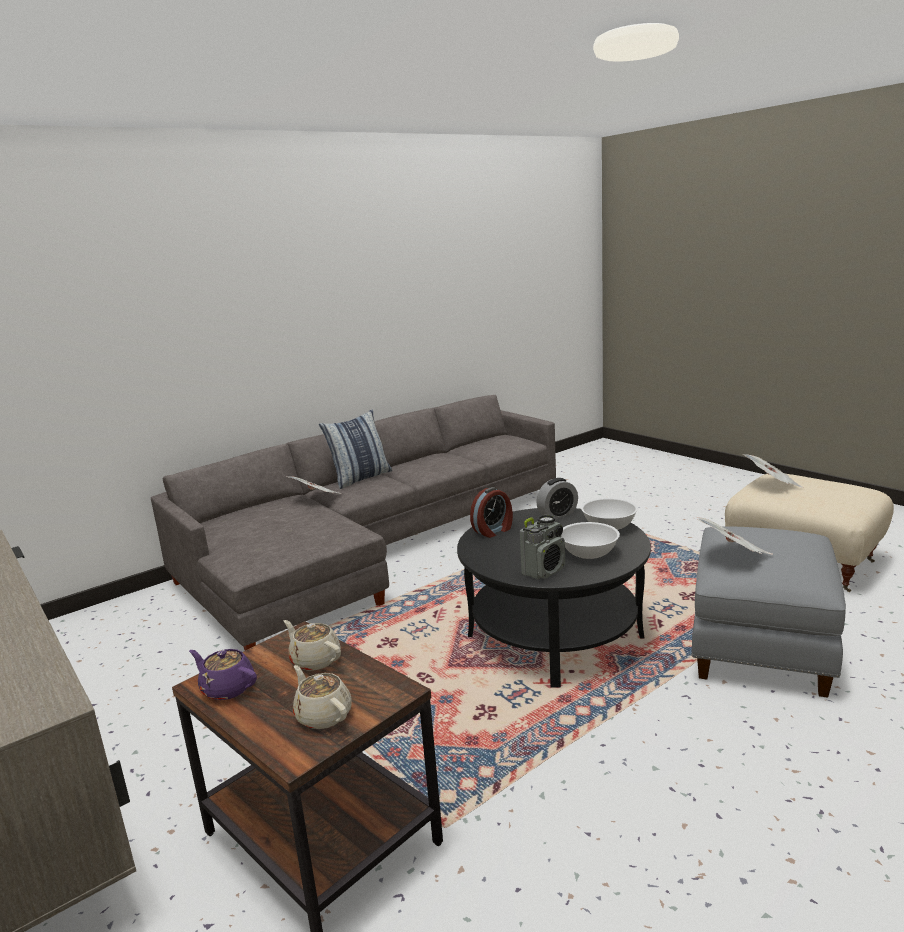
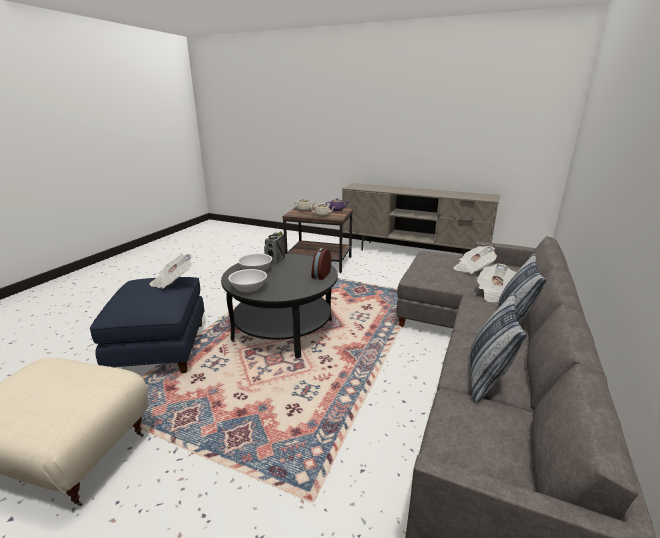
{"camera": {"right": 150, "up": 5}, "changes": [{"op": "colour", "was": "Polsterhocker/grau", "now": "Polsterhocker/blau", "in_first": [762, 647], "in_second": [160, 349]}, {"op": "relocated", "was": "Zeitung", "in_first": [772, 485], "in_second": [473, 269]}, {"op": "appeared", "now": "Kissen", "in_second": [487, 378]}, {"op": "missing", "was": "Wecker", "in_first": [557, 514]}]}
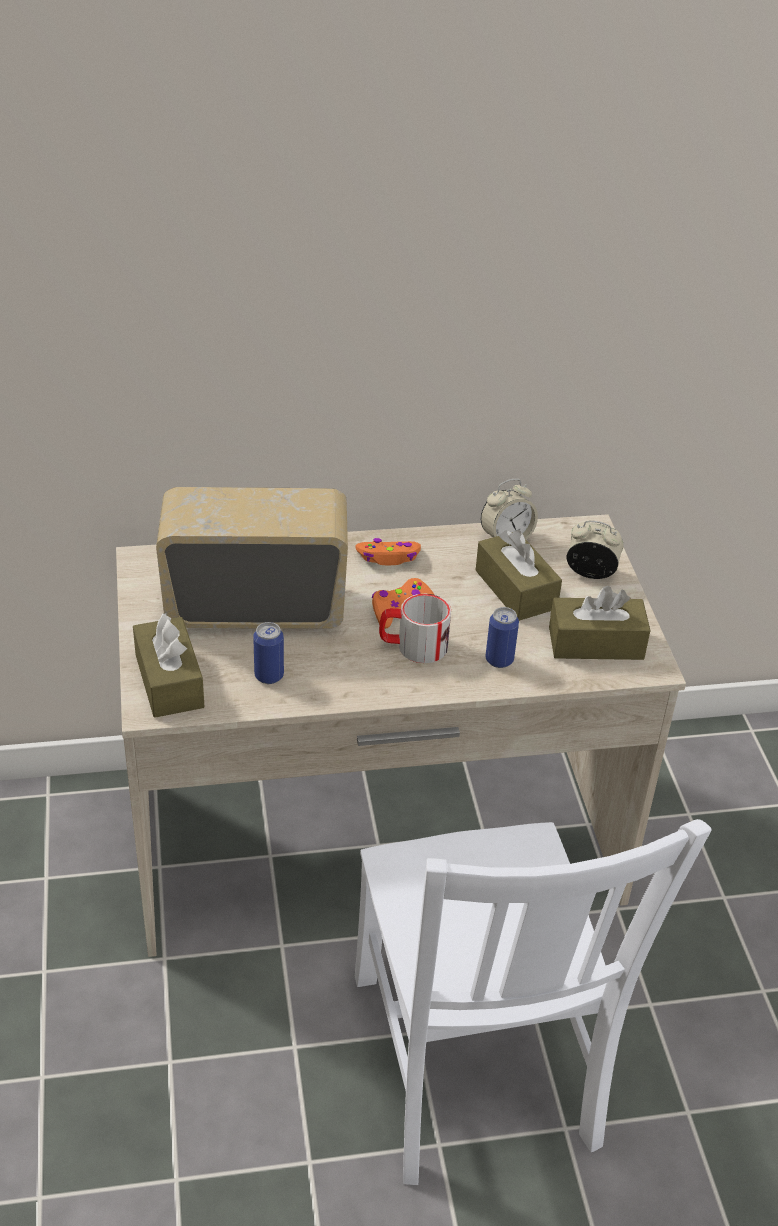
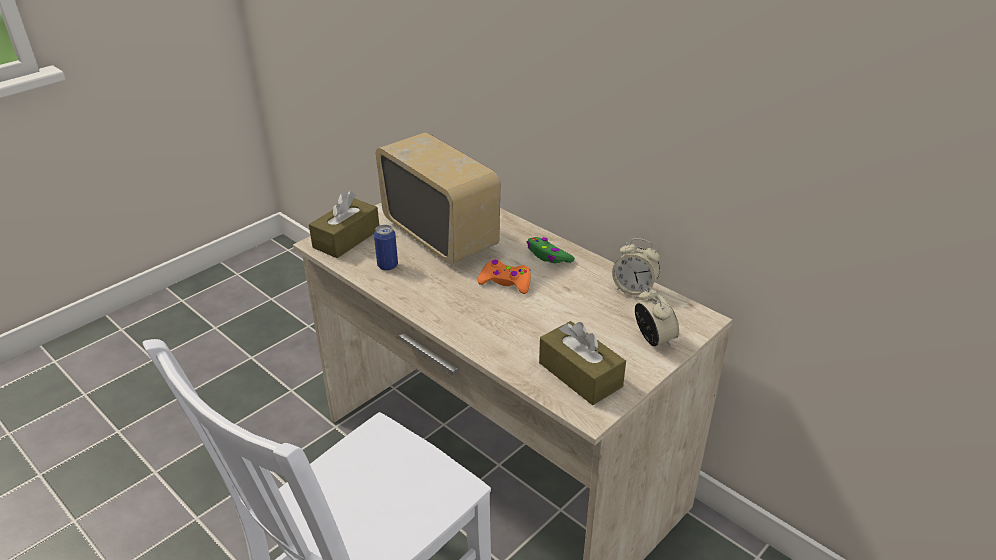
{"camera": {"right": 55, "up": -5}, "changes": [{"op": "colour", "was": "Gamepad/orange", "now": "Gamepad/grün", "in_first": [388, 557], "in_second": [548, 256]}, {"op": "missing", "was": "Henkelbecher", "in_first": [413, 646]}, {"op": "missing", "was": "Taschentuchbox/braun", "in_first": [515, 589]}, {"op": "missing", "was": "Dose", "in_first": [499, 660]}]}
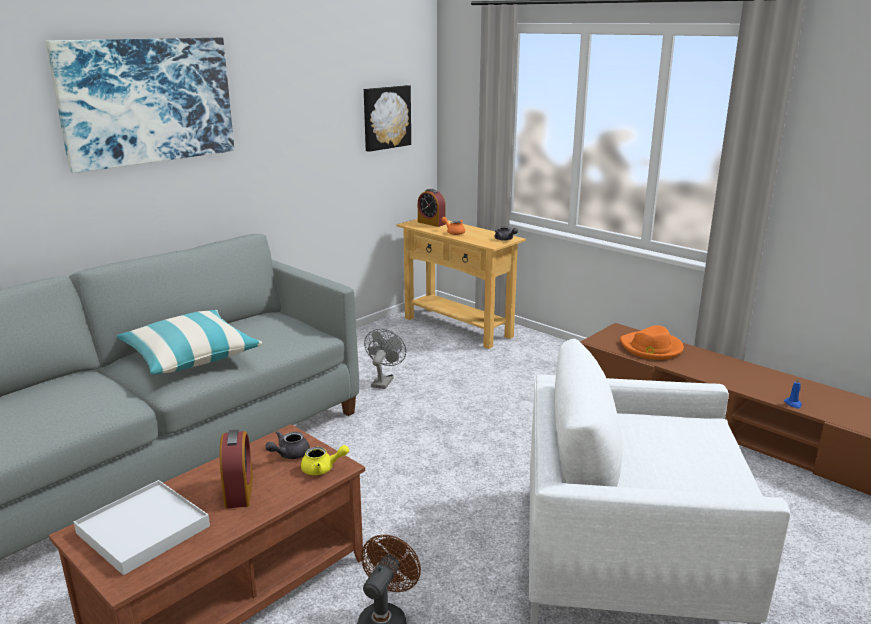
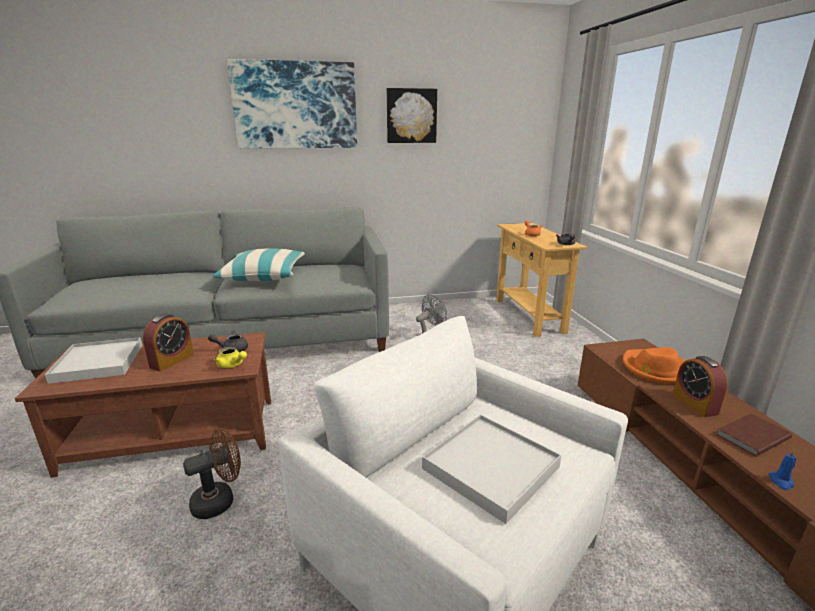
{"camera": {"right": 35, "up": 0}, "changes": [{"op": "relocated", "was": "Bild", "in_first": [386, 117], "in_second": [411, 116]}, {"op": "appeared", "now": "Tablett/weiß", "in_second": [491, 468]}, {"op": "relocated", "was": "Wecker", "in_first": [431, 223], "in_second": [694, 404]}, {"op": "appeared", "now": "Buch/braun", "in_second": [750, 436]}]}
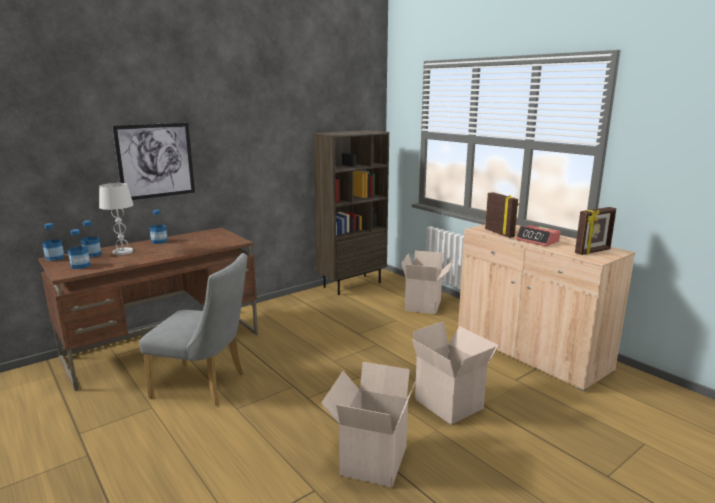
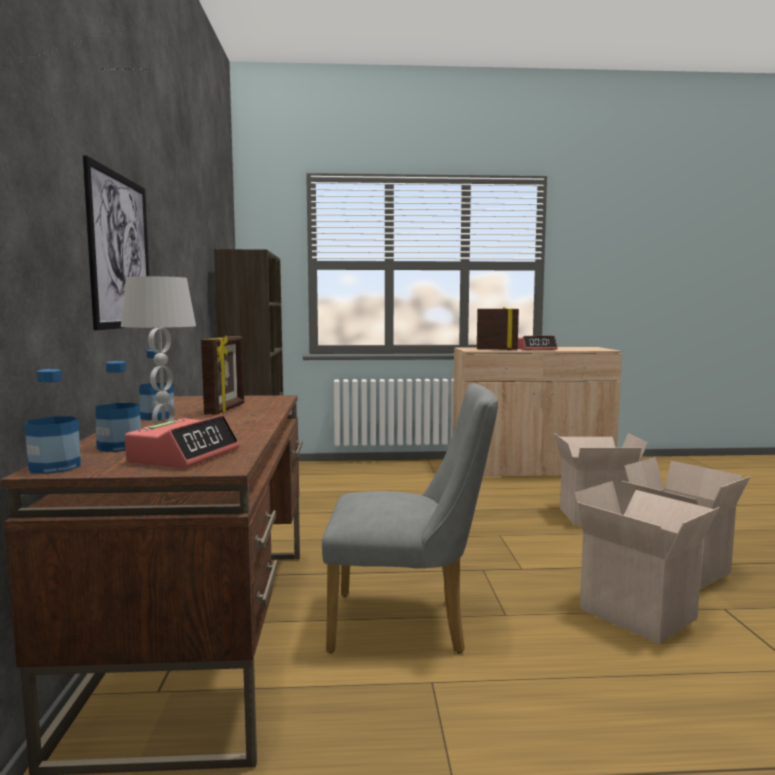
{"camera": {"right": -55, "up": -10}, "changes": [{"op": "exchanged", "was": "Flasche", "now": "Wecker", "in_first": [80, 266], "in_second": [185, 456]}, {"op": "relocated", "was": "Bilderrahmen", "in_first": [593, 252], "in_second": [226, 409]}, {"op": "spun", "was": "Stuhl/grau", "in_first": [205, 385], "in_second": [410, 623], "clockwise": 45}, {"op": "relocated", "was": "Karton", "in_first": [424, 306], "in_second": [640, 613]}]}
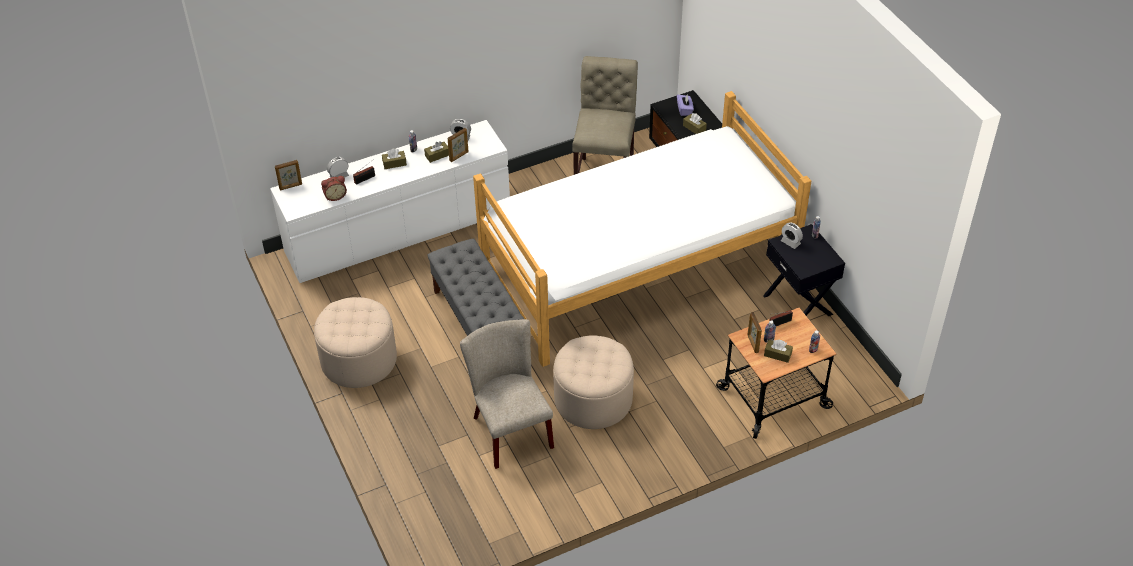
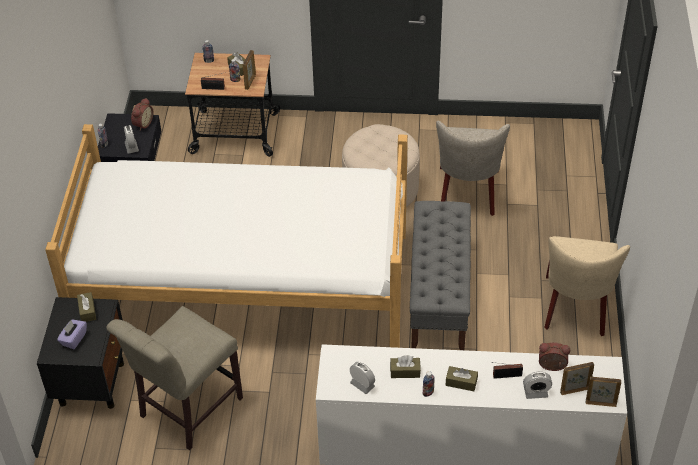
{"camera": {"right": -150, "up": 0}, "changes": [{"op": "appeared", "now": "Wecker", "in_second": [142, 124]}, {"op": "exchanged", "was": "Polsterhocker/beige", "now": "Stuhl/beige", "in_first": [359, 360], "in_second": [576, 309]}, {"op": "relocated", "was": "Bilderrahmen", "in_first": [459, 156], "in_second": [574, 390]}]}
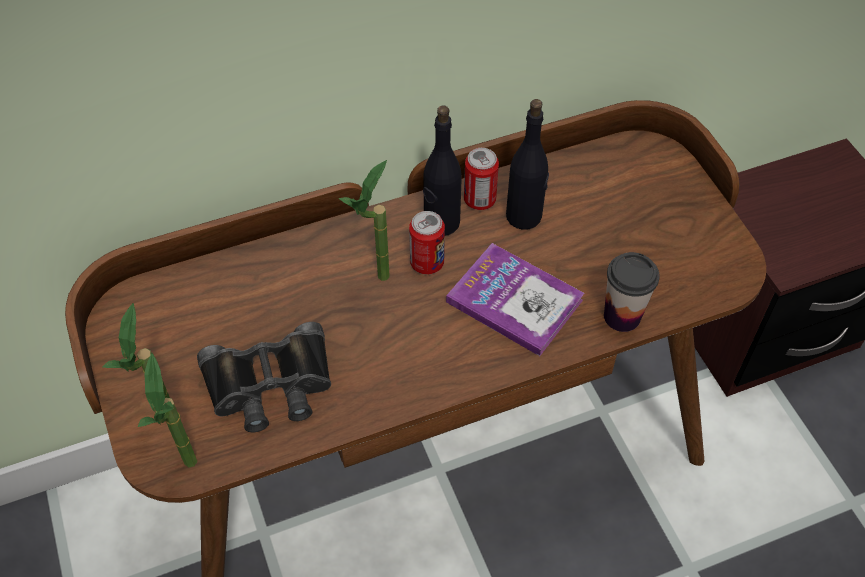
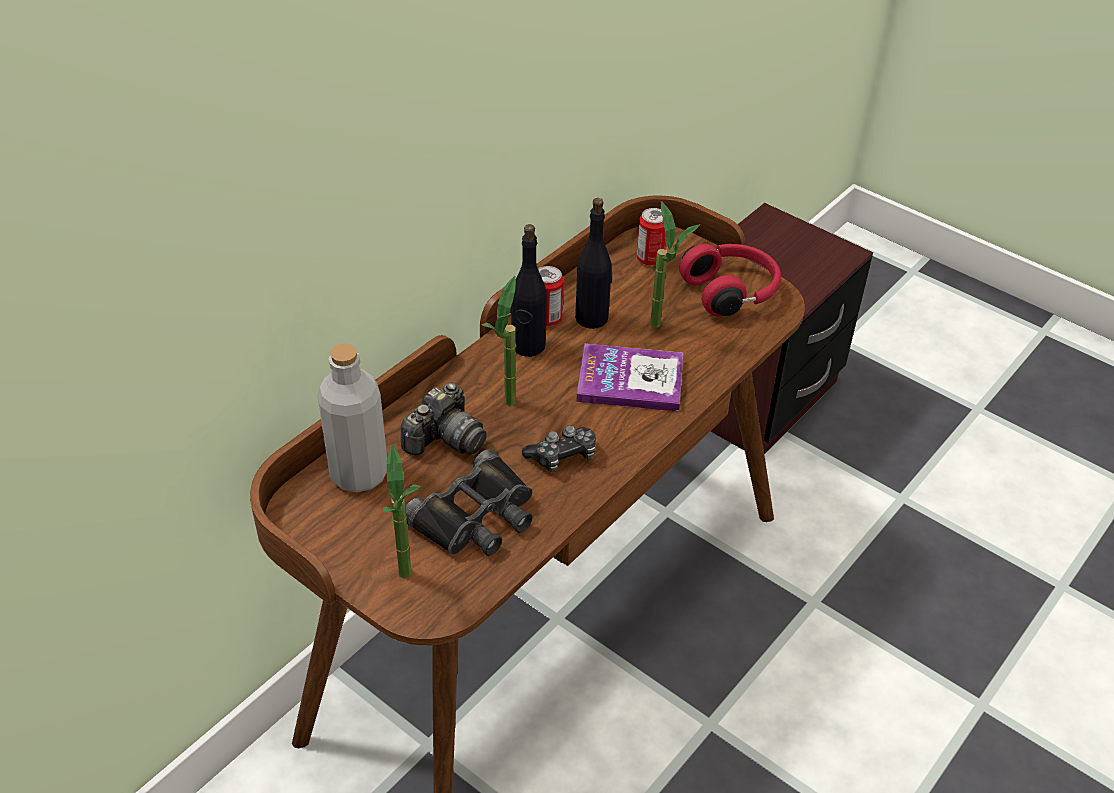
{"camera": {"right": -30, "up": -10}, "changes": [{"op": "appeared", "now": "Flasche/grau", "in_second": [359, 474]}, {"op": "appeared", "now": "Kamera", "in_second": [445, 439]}, {"op": "appeared", "now": "Gamepad", "in_second": [562, 456]}, {"op": "relocated", "was": "Dose", "in_first": [427, 263], "in_second": [650, 259]}, {"op": "relocated", "was": "Topfpflanze", "in_first": [193, 473], "in_second": [663, 329]}, {"op": "appeared", "now": "Kopfhörer/rot", "in_second": [731, 292]}, {"op": "missing", "was": "Tasse", "in_first": [622, 316]}]}
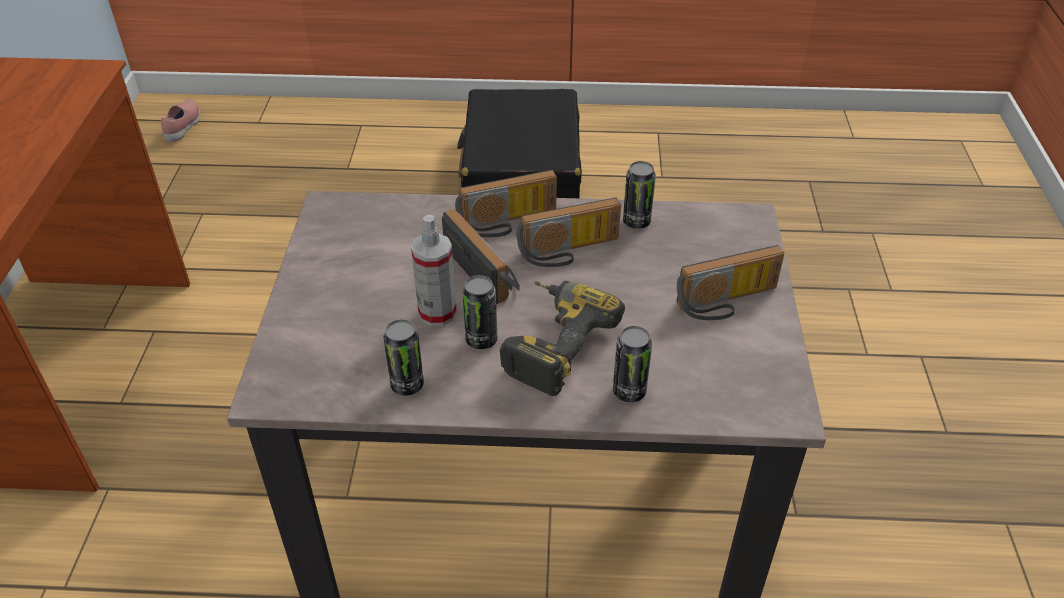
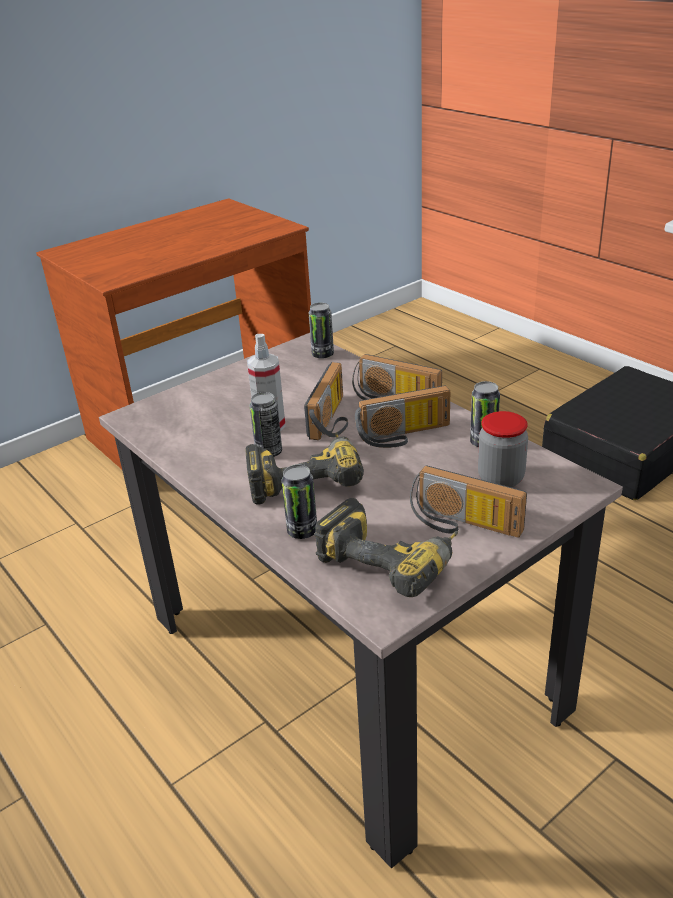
{"camera": {"right": 50, "up": -10}, "changes": [{"op": "relocated", "was": "Dose", "in_first": [407, 385], "in_second": [322, 355]}, {"op": "appeared", "now": "Bohrmaschine", "in_second": [392, 559]}, {"op": "spun", "was": "Radio", "in_first": [569, 252], "in_second": [404, 436], "clockwise": -45}, {"op": "appeared", "now": "Vorratsglas", "in_second": [500, 479]}, {"op": "missing", "was": "Schuh/rosa", "in_first": [184, 127]}]}
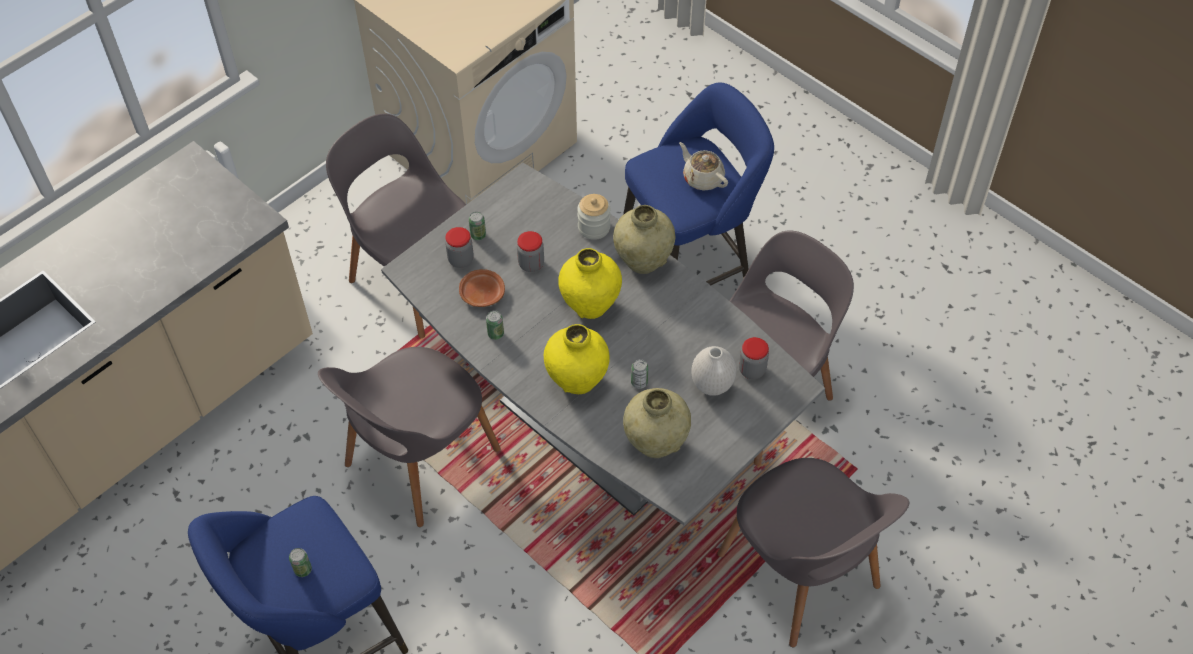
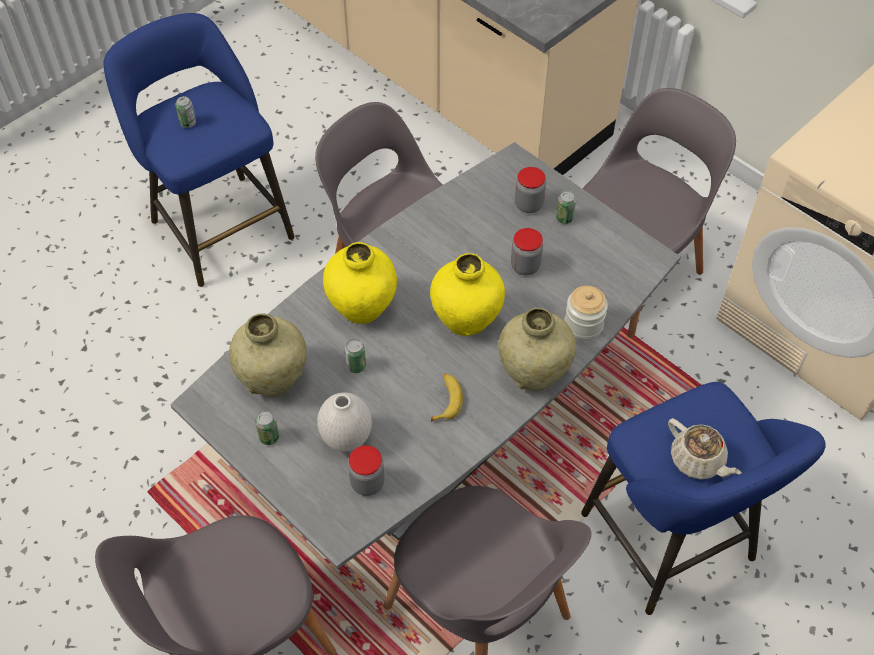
{"camera": {"right": 90, "up": 0}, "changes": [{"op": "relocated", "was": "Dose", "in_first": [495, 334], "in_second": [269, 437]}, {"op": "appeared", "now": "Banane", "in_second": [446, 400]}, {"op": "spun", "was": "Teekanne/beige", "in_first": [702, 178], "in_second": [698, 460], "clockwise": 90}, {"op": "missing", "was": "Teller/braun", "in_first": [481, 293]}]}
